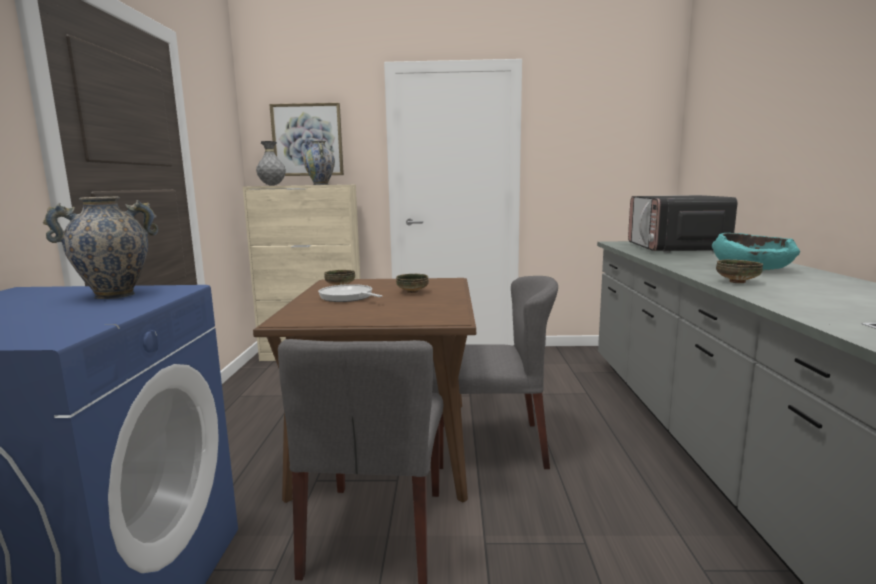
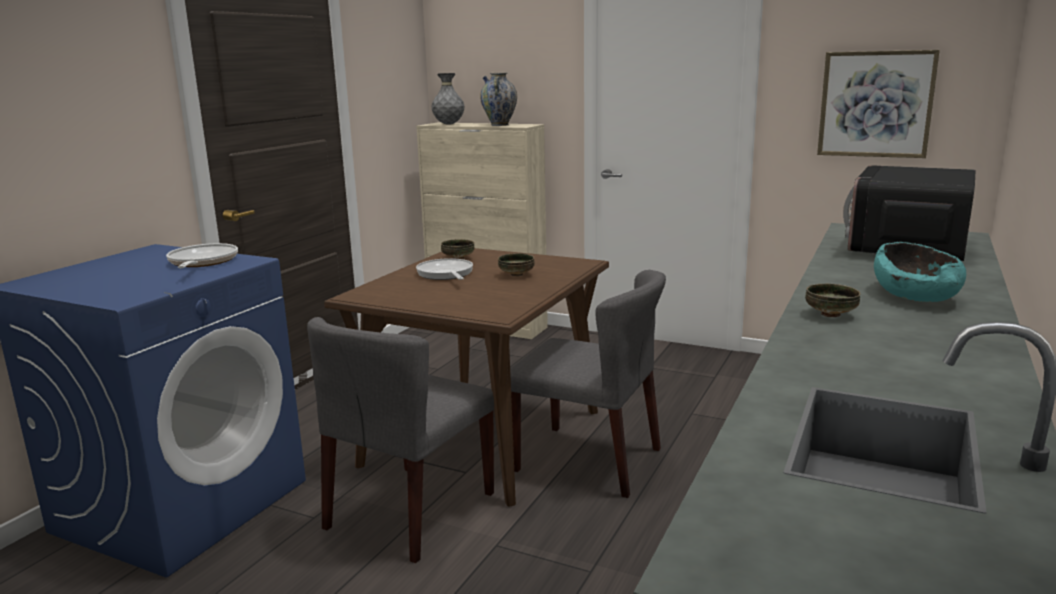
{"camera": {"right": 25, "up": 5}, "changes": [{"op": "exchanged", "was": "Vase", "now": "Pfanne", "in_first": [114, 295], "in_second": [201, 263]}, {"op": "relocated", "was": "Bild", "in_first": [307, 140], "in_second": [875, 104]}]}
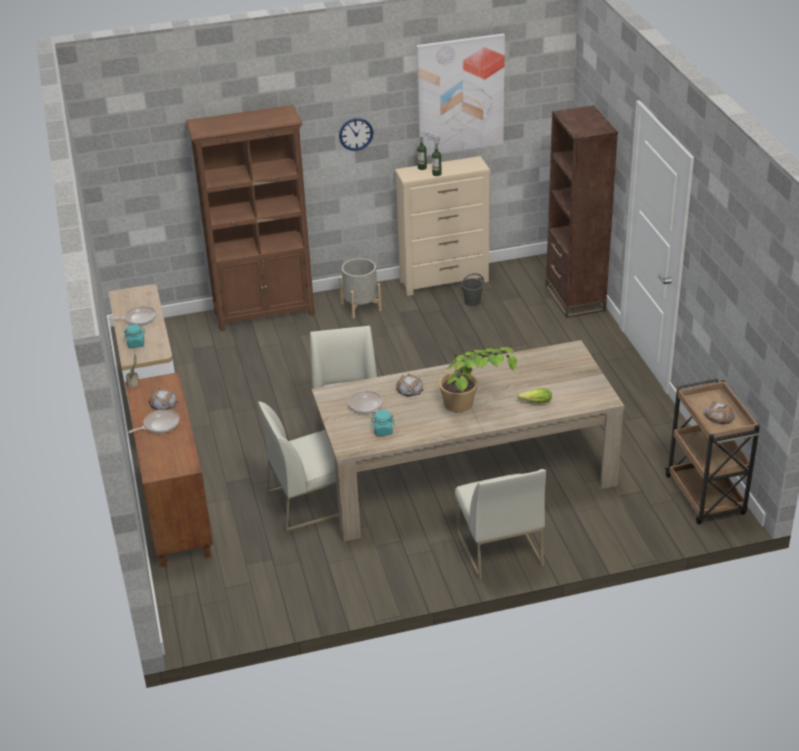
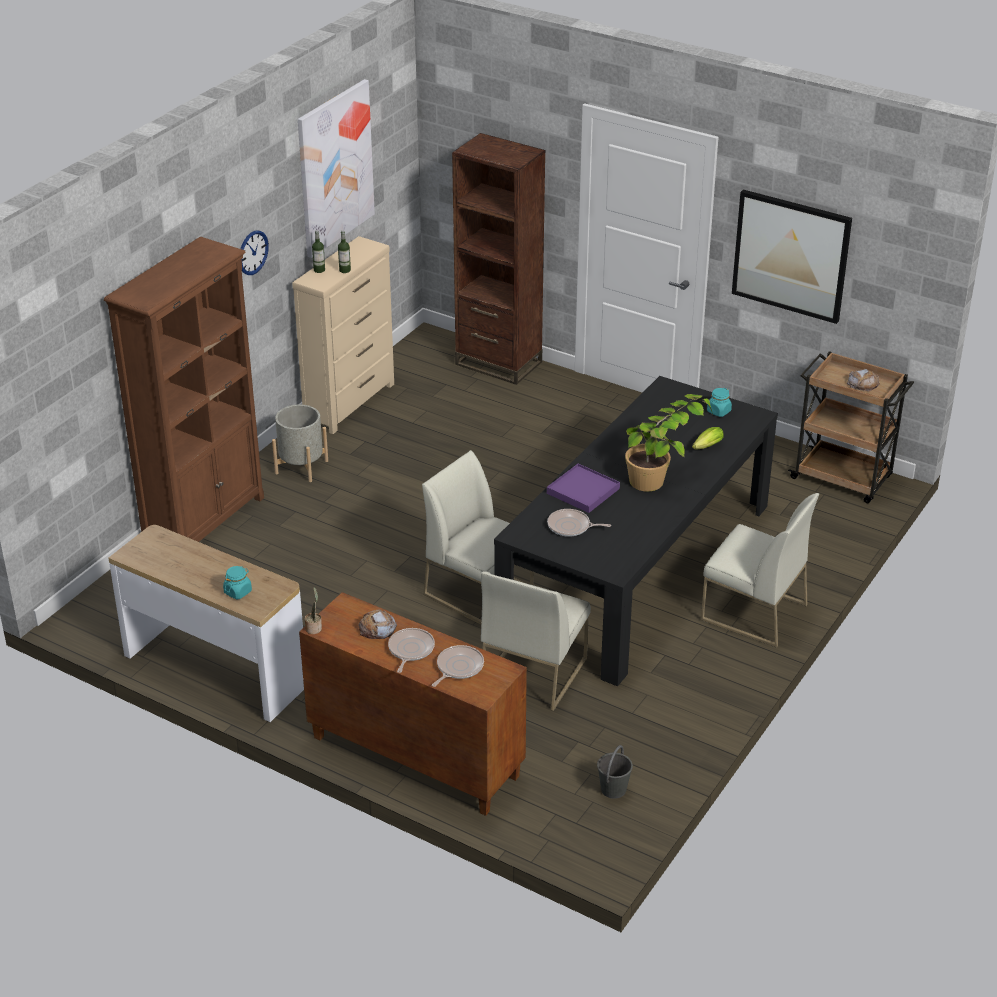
{"camera": {"right": -45, "up": 0}, "changes": [{"op": "relocated", "was": "Pfanne", "in_first": [138, 319], "in_second": [458, 667]}, {"op": "colour", "was": "Esstisch/beige", "now": "Esstisch/schwarz", "in_first": [466, 476], "in_second": [637, 569]}, {"op": "exchanged", "was": "Brot", "now": "Tablett/lila", "in_first": [409, 388], "in_second": [583, 491]}, {"op": "relocated", "was": "Eimer/grau", "in_first": [472, 302], "in_second": [613, 790]}, {"op": "relocated", "was": "Vorratsglas/türkis", "in_first": [383, 431], "in_second": [718, 411]}, {"op": "appeared", "now": "Bild", "in_second": [791, 255]}]}
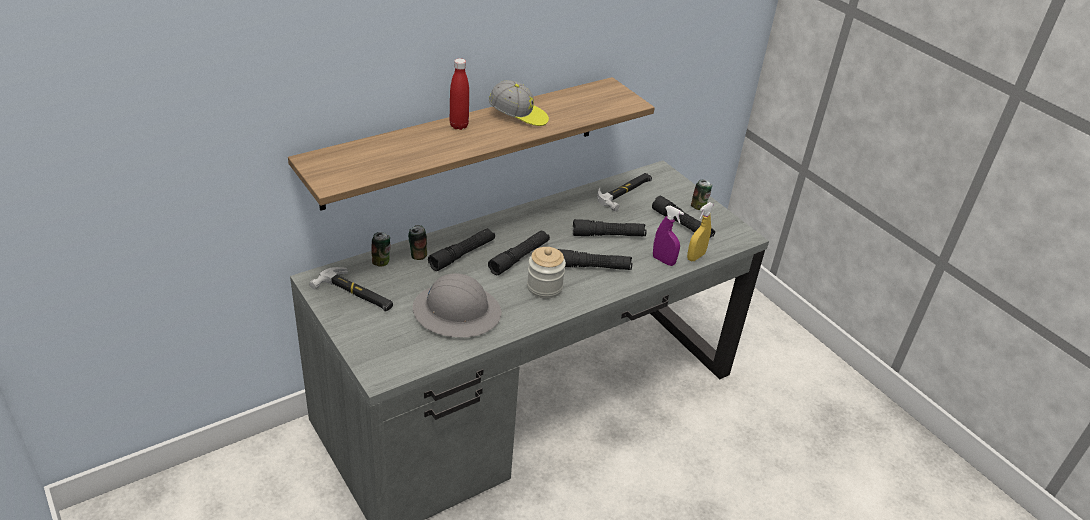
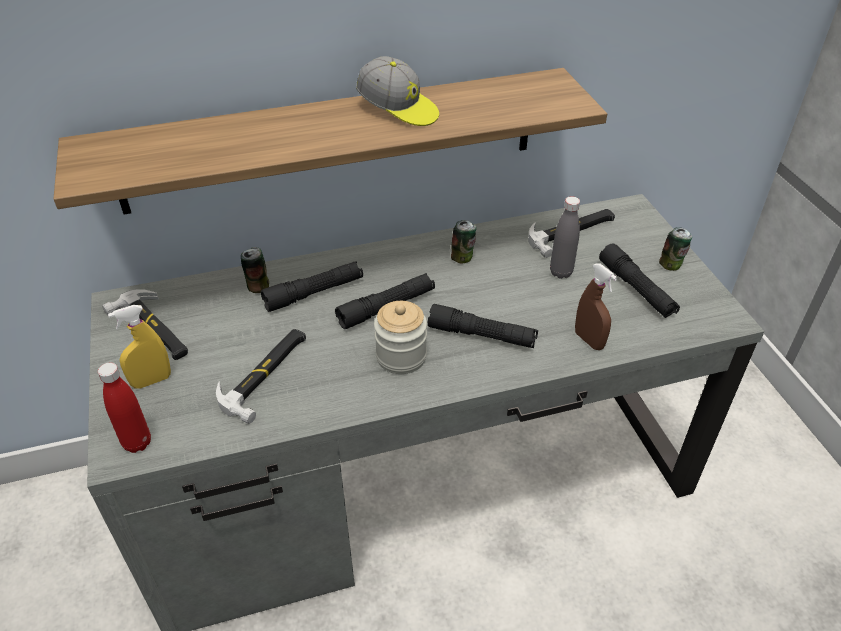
{"camera": {"right": 20, "up": 5}, "changes": [{"op": "relocated", "was": "Flasche/rot", "in_first": [459, 125], "in_second": [137, 443]}, {"op": "relocated", "was": "Sprühflasche/gelb", "in_first": [696, 256], "in_second": [151, 381]}, {"op": "exchanged", "was": "Schutzhelm/grau", "now": "Hammer", "in_first": [457, 312], "in_second": [266, 375]}, {"op": "relocated", "was": "Dose", "in_first": [381, 262], "in_second": [463, 258]}, {"op": "appeared", "now": "Flasche/grau", "in_second": [561, 272]}, {"op": "colour", "was": "Sprühflasche/lila", "now": "Sprühflasche/braun", "in_first": [663, 261], "in_second": [589, 340]}, {"op": "missing", "was": "Taschenlampe/schwarz", "in_first": [608, 235]}]}
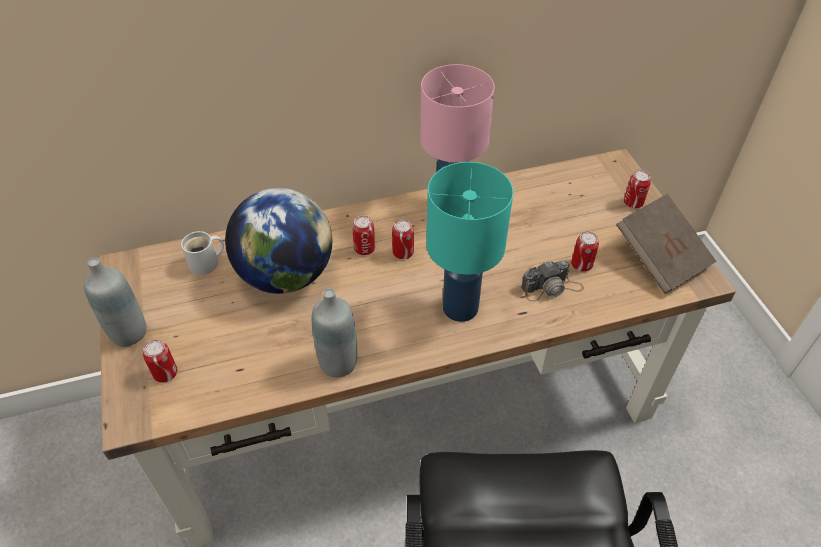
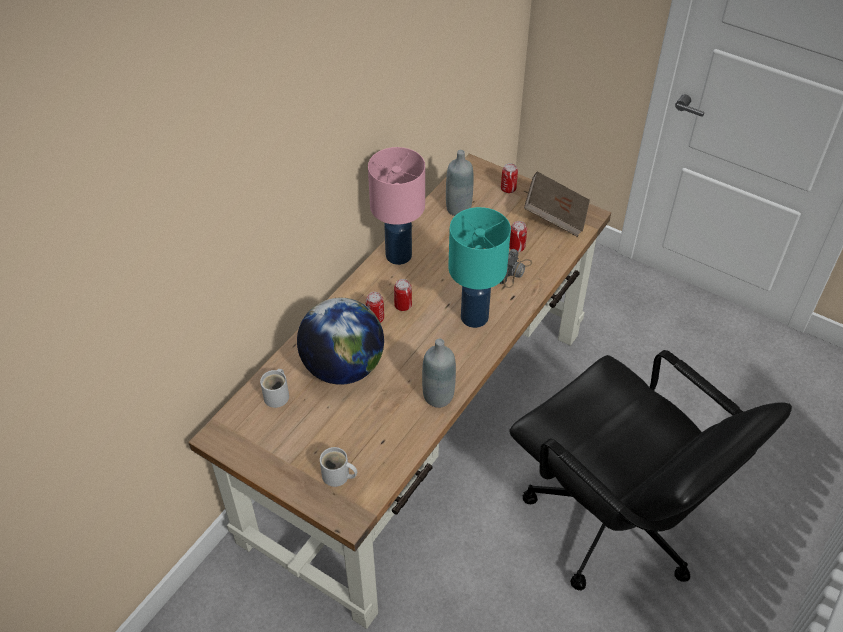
{"camera": {"right": -40, "up": 0}, "changes": [{"op": "exchanged", "was": "Dose", "now": "Henkelbecher/weiß", "in_first": [165, 373], "in_second": [338, 476]}, {"op": "relocated", "was": "Flasche/grau", "in_first": [128, 332], "in_second": [458, 208]}]}
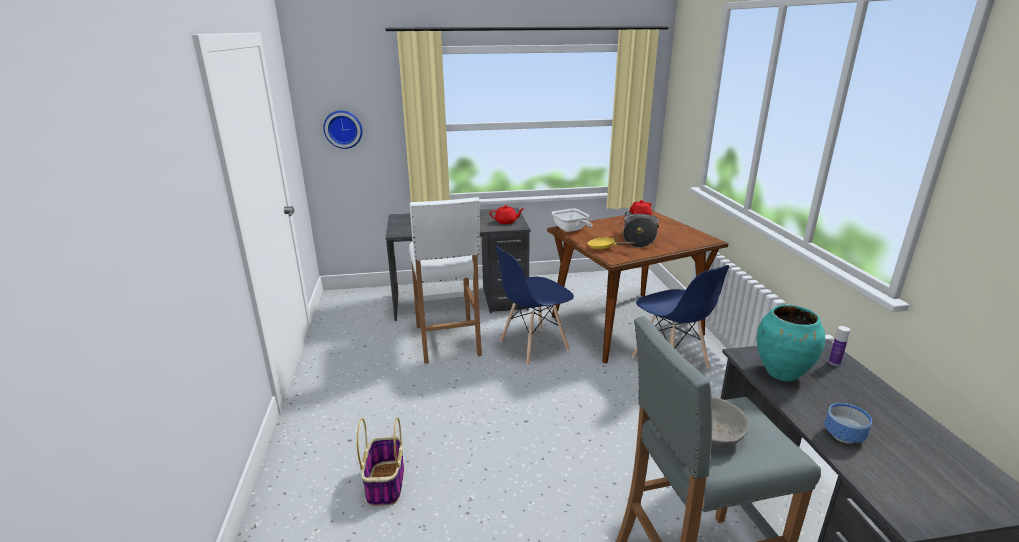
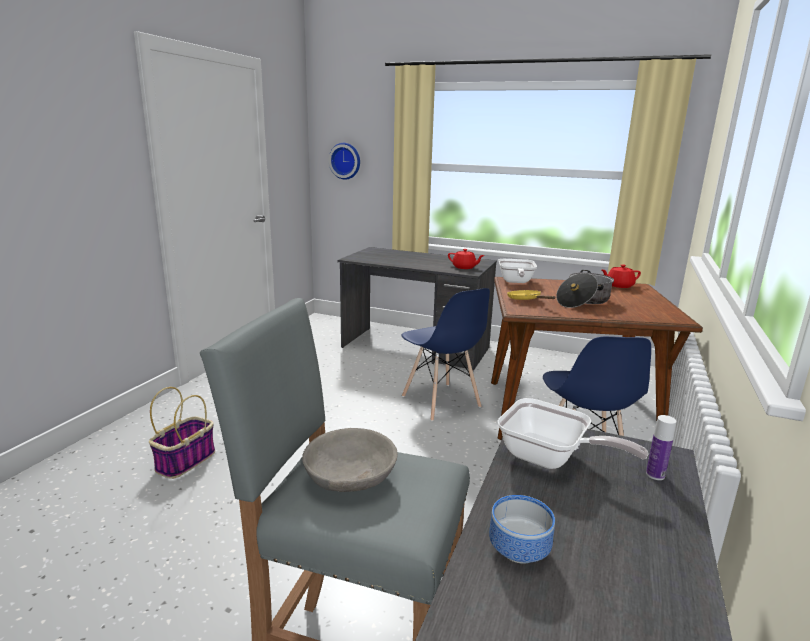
{"camera": {"right": 30, "up": -5}, "changes": [{"op": "spun", "was": "Stuhl/blau", "in_first": [533, 346], "in_second": [441, 402], "clockwise": -120}, {"op": "exchanged", "was": "Vase/türkis", "now": "Pfanne", "in_first": [782, 373], "in_second": [550, 459]}, {"op": "missing", "was": "Hocker/weiß", "in_first": [448, 341]}]}
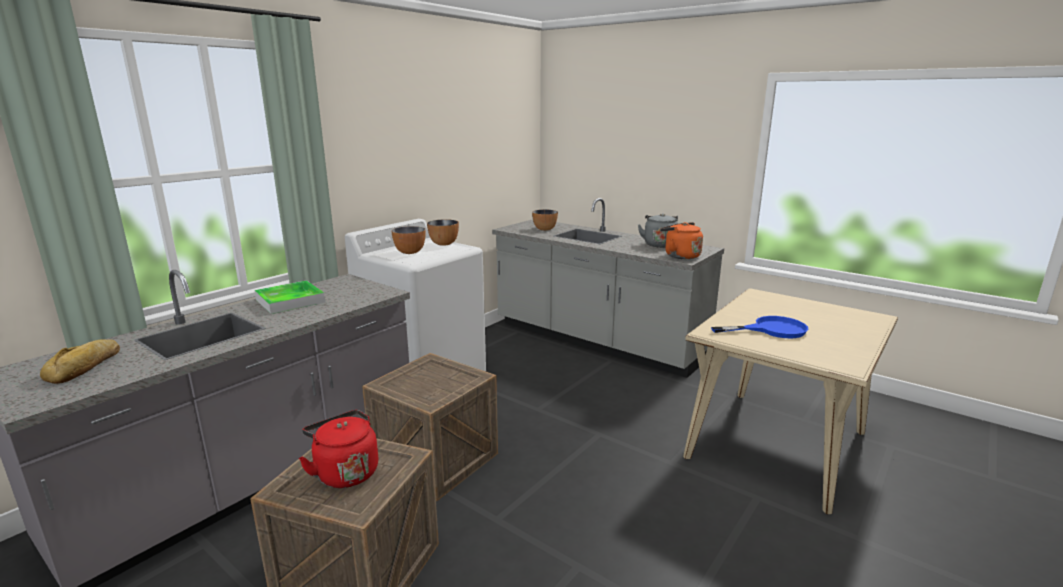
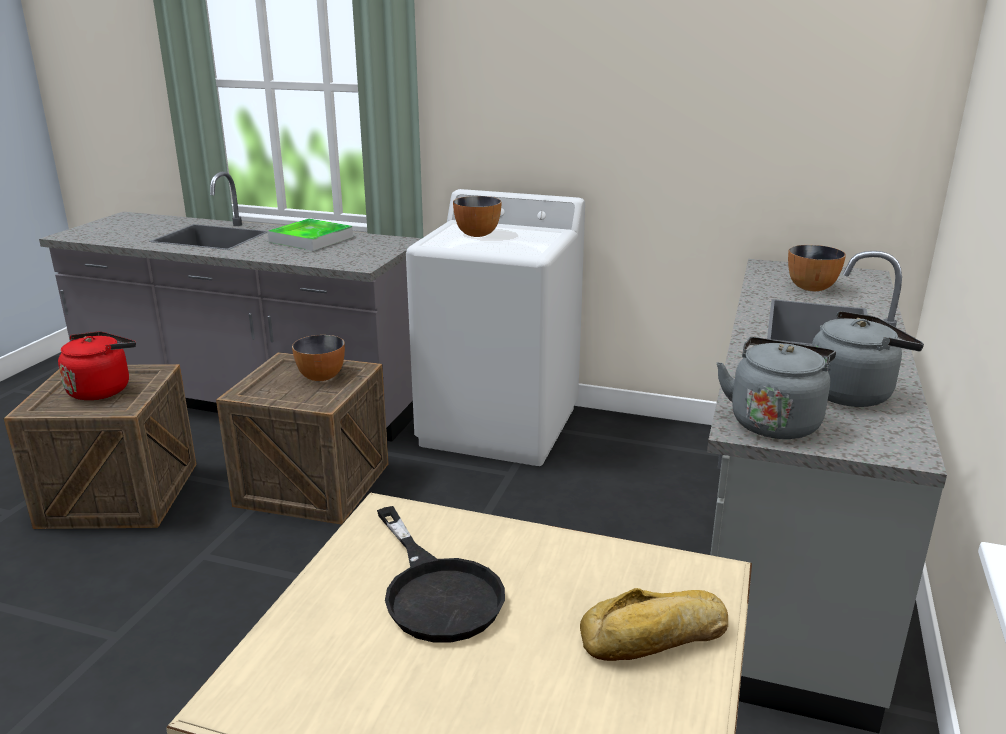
{"camera": {"right": 70, "up": 5}, "changes": [{"op": "relocated", "was": "Schüssel", "in_first": [444, 244], "in_second": [321, 377]}, {"op": "colour", "was": "Pfanne/blau", "now": "Pfanne/schwarz", "in_first": [771, 330], "in_second": [436, 590]}, {"op": "relocated", "was": "Brot", "in_first": [86, 366], "in_second": [656, 638]}, {"op": "colour", "was": "Wasserkessel/orange", "now": "Wasserkessel/grau", "in_first": [680, 256], "in_second": [774, 421]}]}
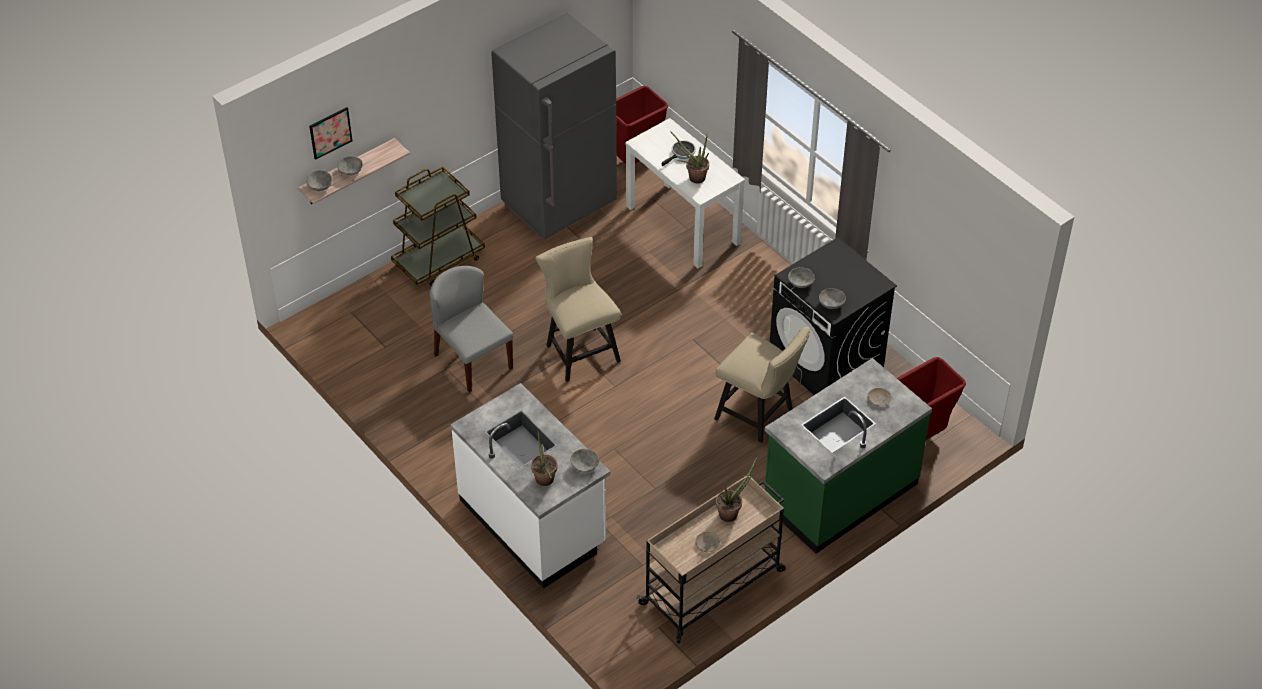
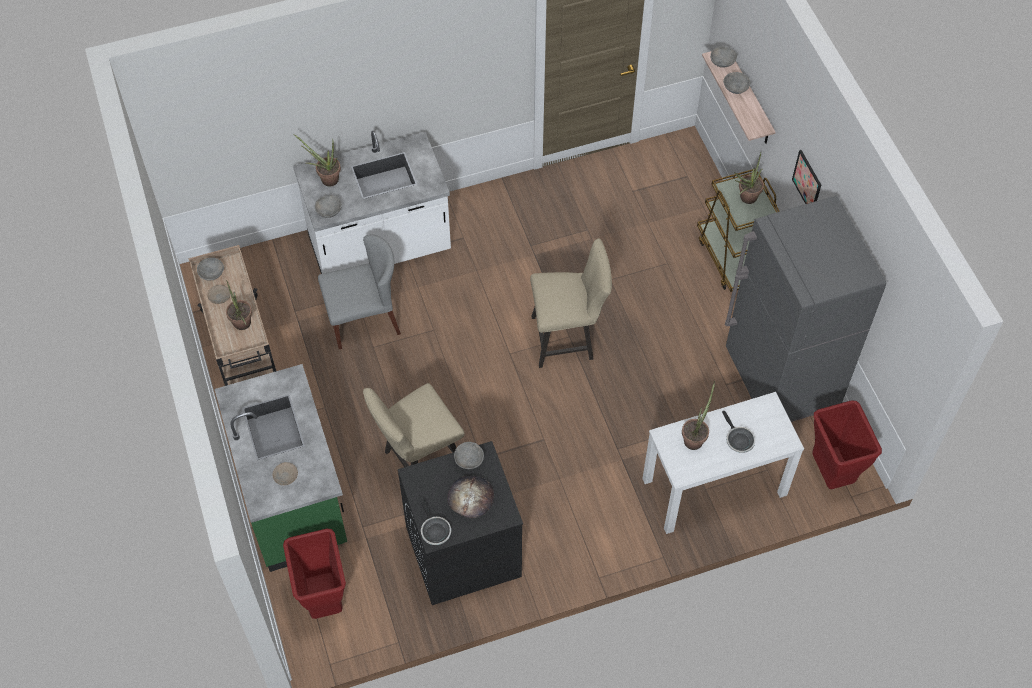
{"camera": {"right": 110, "up": 10}, "changes": [{"op": "relocated", "was": "Schüssel/grau", "in_first": [832, 304], "in_second": [211, 274]}, {"op": "relocated", "was": "Stuhl/grau", "in_first": [473, 361], "in_second": [364, 319]}, {"op": "appeared", "now": "Pfanne", "in_second": [434, 530]}, {"op": "appeared", "now": "Brot", "in_second": [471, 497]}, {"op": "appeared", "now": "Topfpflanze", "in_second": [745, 199]}, {"op": "relocated", "was": "Bild", "in_first": [330, 132], "in_second": [807, 181]}]}
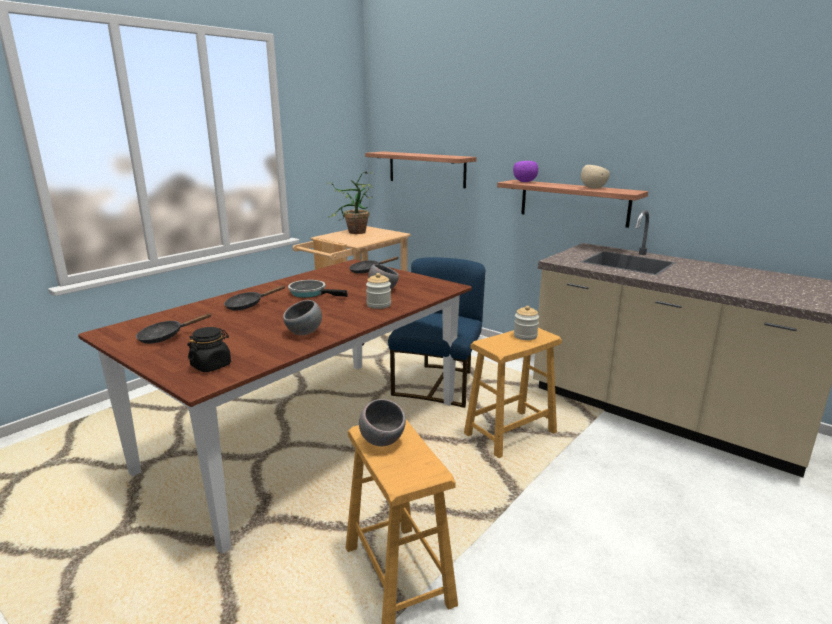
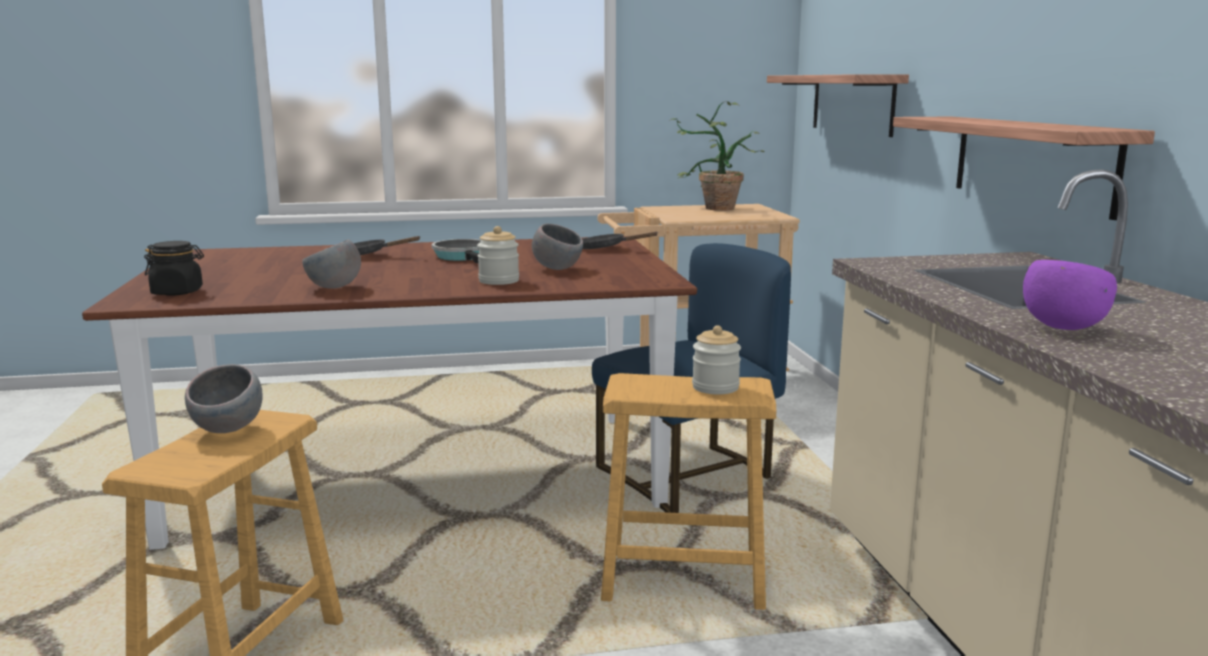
{"camera": {"right": 40, "up": -5}, "changes": [{"op": "relocated", "was": "Schüssel/lila", "in_first": [524, 182], "in_second": [1062, 328]}, {"op": "missing", "was": "Pfanne/schwarz", "in_first": [165, 337]}, {"op": "missing", "was": "Schüssel/beige", "in_first": [593, 188]}]}
